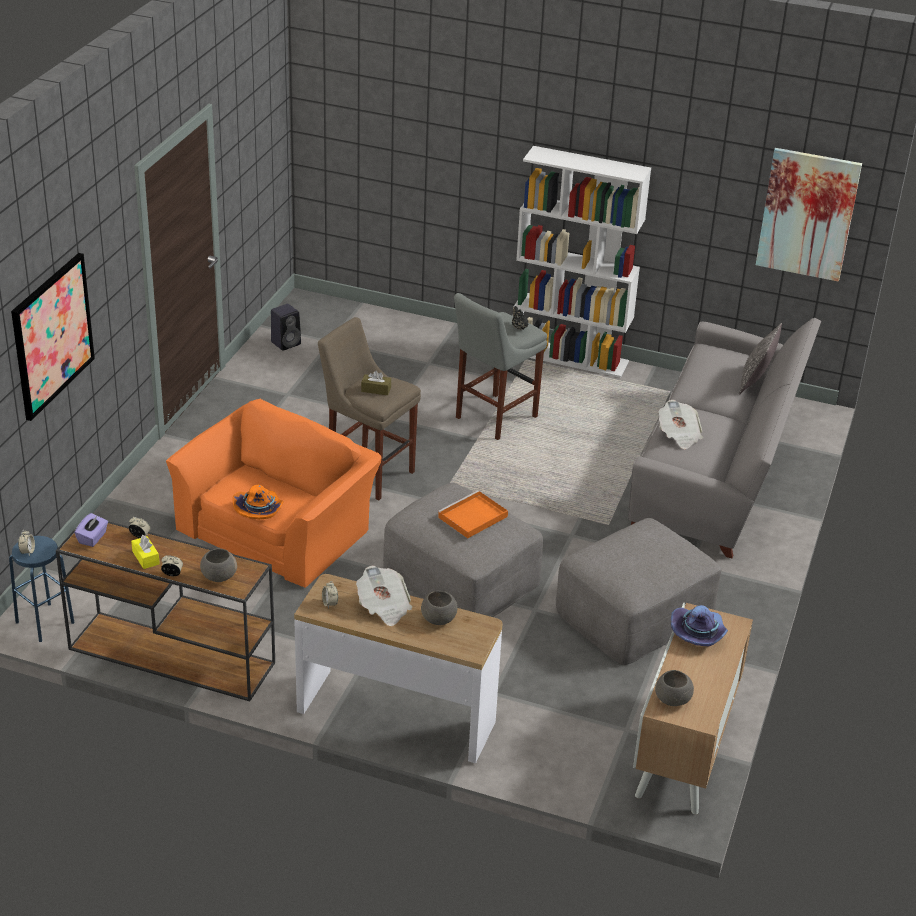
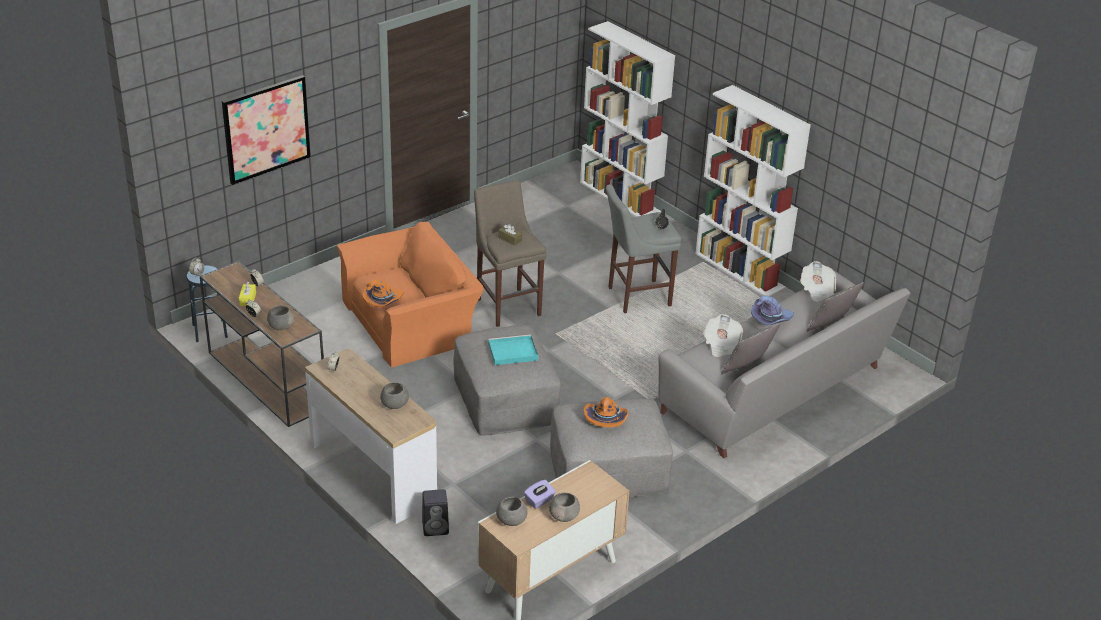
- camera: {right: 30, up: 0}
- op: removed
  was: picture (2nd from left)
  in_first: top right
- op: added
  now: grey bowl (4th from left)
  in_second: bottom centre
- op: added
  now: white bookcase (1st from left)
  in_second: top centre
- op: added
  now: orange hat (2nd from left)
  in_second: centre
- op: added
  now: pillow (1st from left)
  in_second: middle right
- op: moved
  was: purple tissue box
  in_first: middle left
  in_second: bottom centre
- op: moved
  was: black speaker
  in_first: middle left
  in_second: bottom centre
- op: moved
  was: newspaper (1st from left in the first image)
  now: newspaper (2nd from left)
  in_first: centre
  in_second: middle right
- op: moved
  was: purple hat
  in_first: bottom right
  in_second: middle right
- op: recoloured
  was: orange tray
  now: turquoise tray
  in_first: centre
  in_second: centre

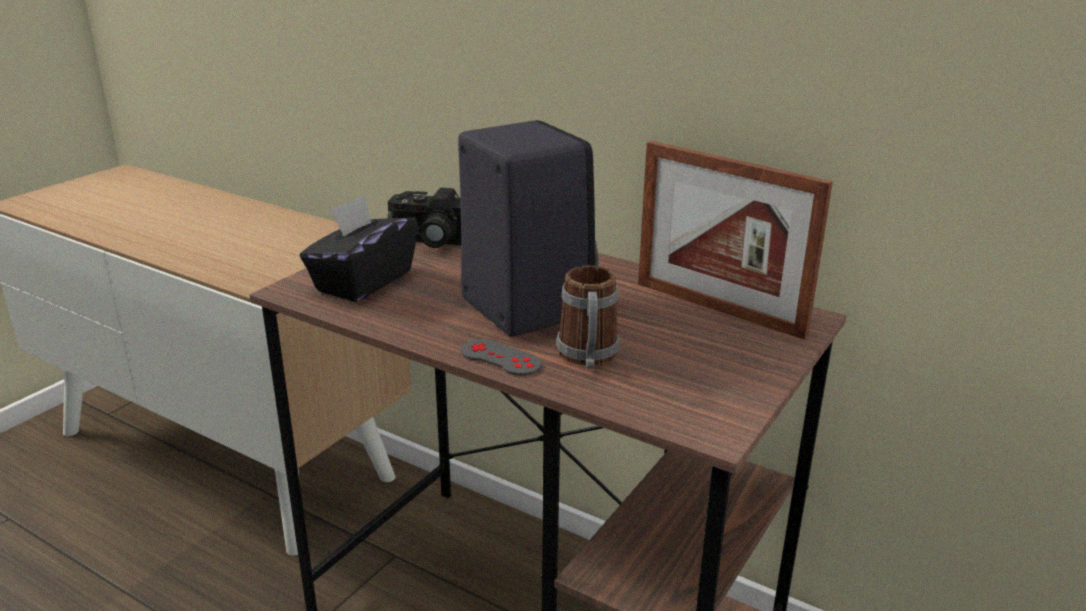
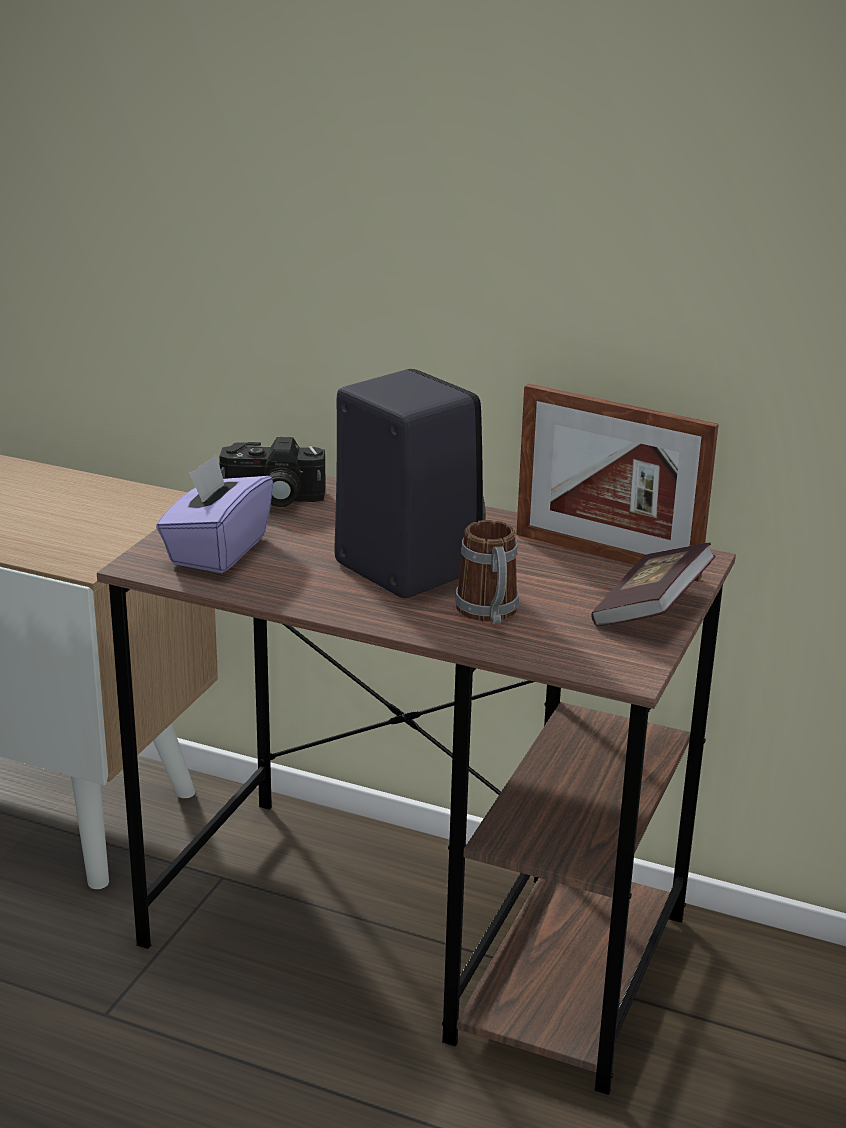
- camera: {right: -10, up: 0}
- op: removed
  was: grey game controller
  in_first: centre
- op: added
  now: book
  in_second: middle right
- op: recoloured
  was: black tissue box
  now: purple tissue box
  in_first: middle left
  in_second: middle left

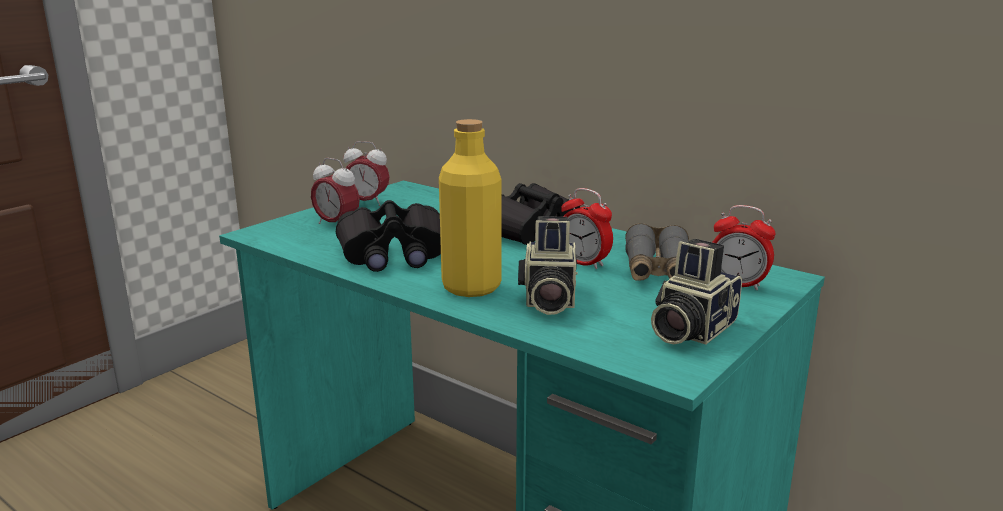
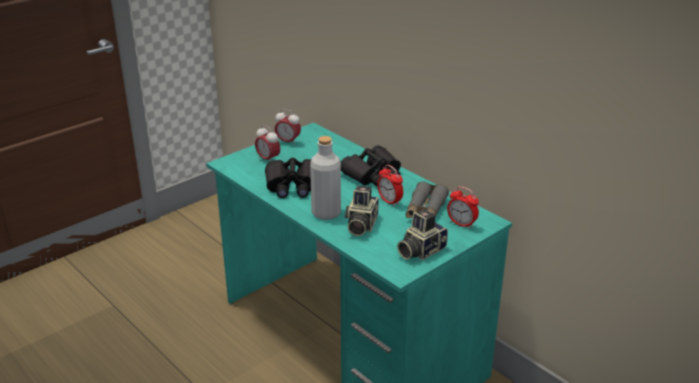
- camera: {right: 10, up: 10}
- op: recoloured
  was: yellow bottle
  now: grey bottle
  in_first: centre
  in_second: centre

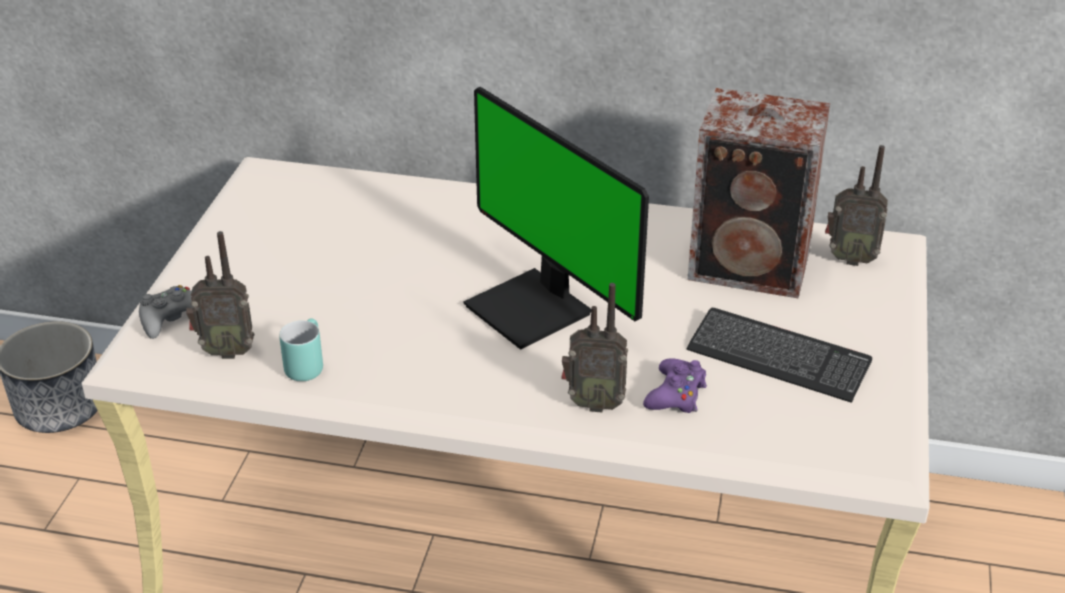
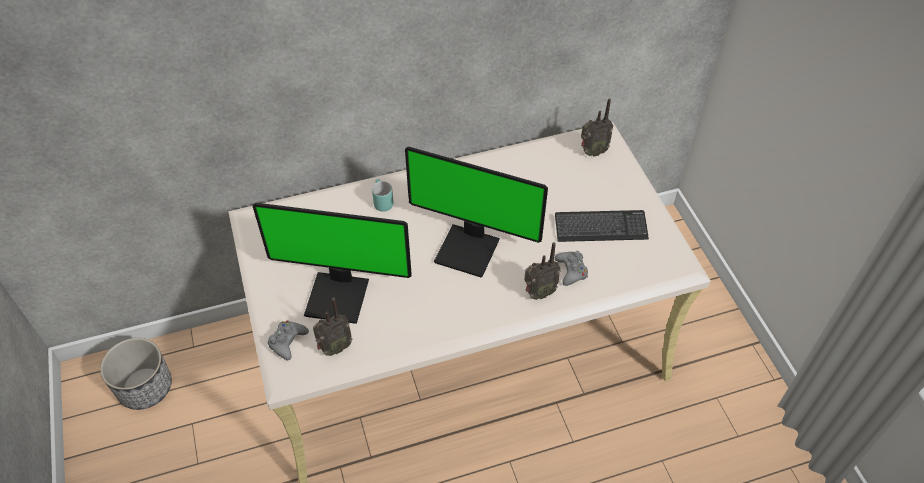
- camera: {right: -30, up: 15}
- op: removed
  was: speaker
  in_first: top right
- op: added
  now: monitor (1st from left)
  in_second: centre
- op: moved
  was: turquoise mug
  in_first: middle left
  in_second: centre
- op: recoloured
  was: purple game controller
  now: grey game controller (2nd from left)
  in_first: centre
  in_second: centre

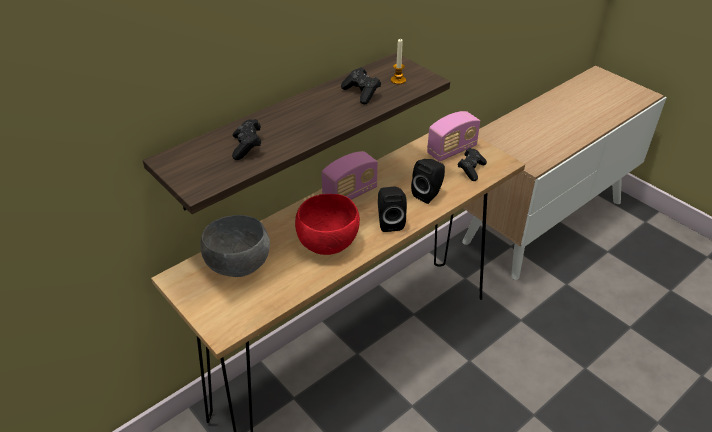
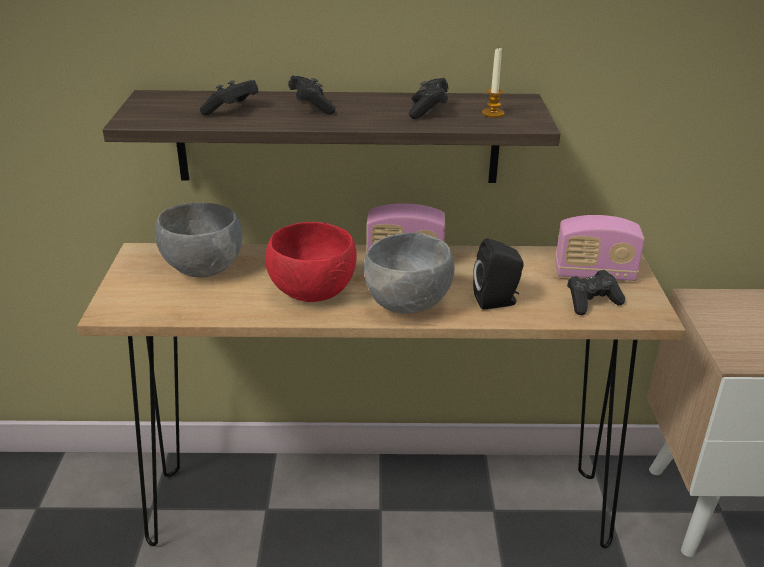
- camera: {right: 40, up: -10}
- op: added
  now: black game controller (2nd from left)
  in_second: top centre
- op: replaced
  was: black speaker (1st from left)
  now: grey bowl (2nd from left)
  in_first: centre
  in_second: centre

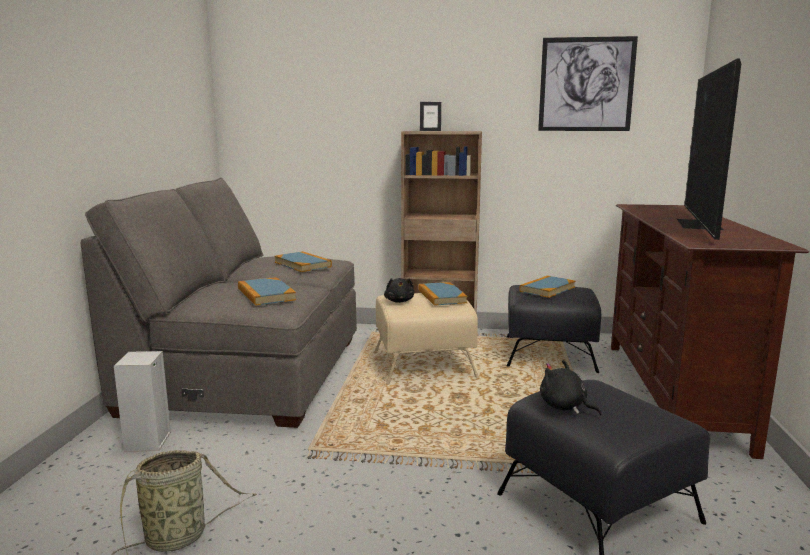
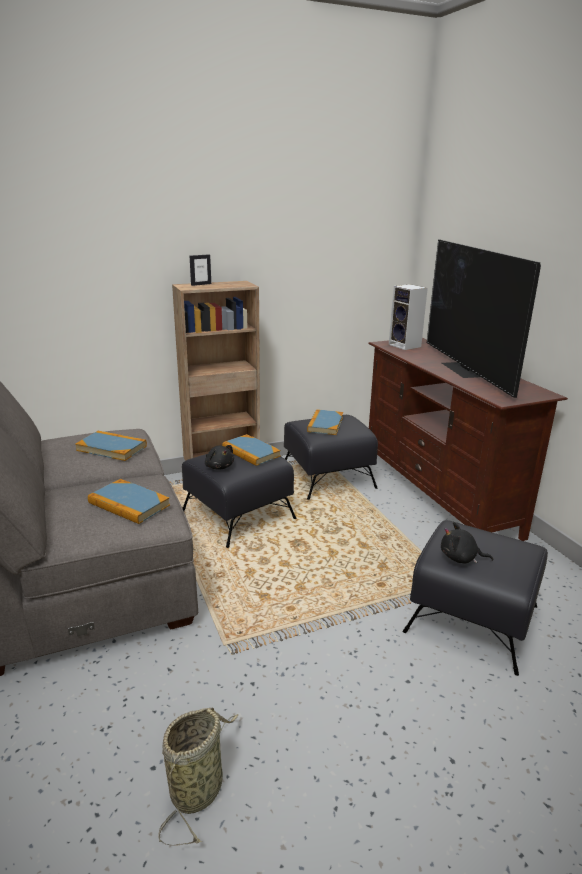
- camera: {right: -30, up: 10}
- op: removed
  was: picture
  in_first: top right
- op: moved
  was: speaker
  in_first: bottom left
  in_second: middle right
- op: recoloured
  was: beige ottoman
  now: black ottoman (1st from left)
  in_first: centre
  in_second: centre

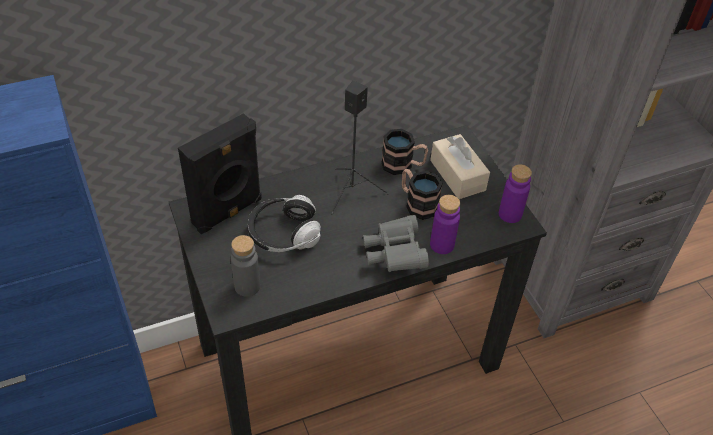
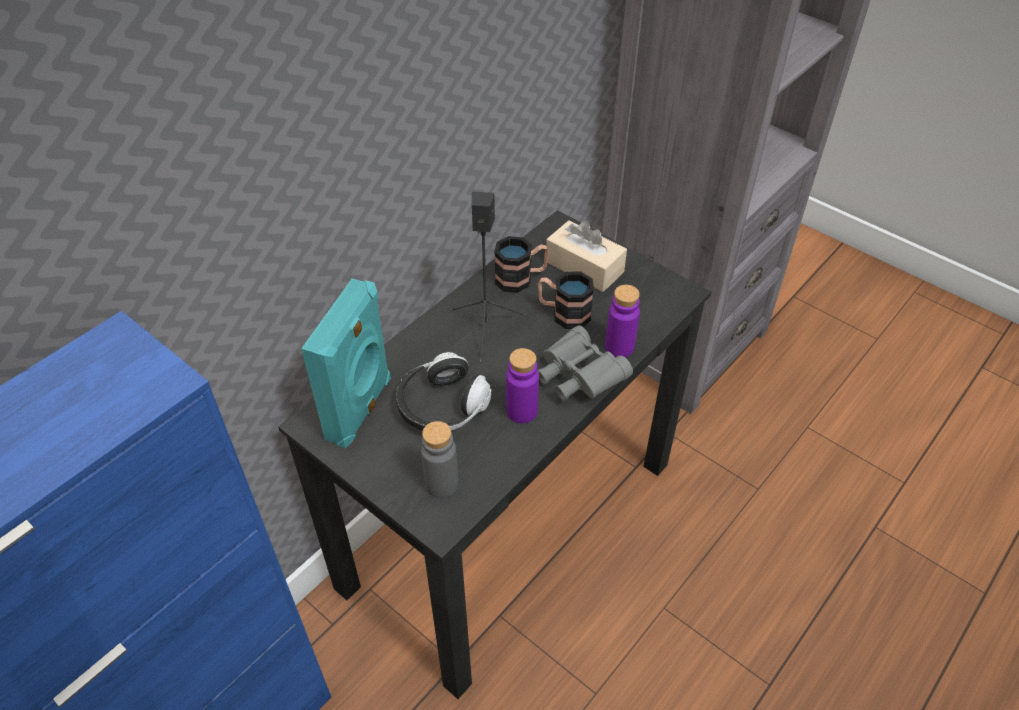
- camera: {right: -25, up: 0}
- op: moved
  was: purple bottle (2nd from left in the first image)
  now: purple bottle (1st from left)
  in_first: middle right
  in_second: centre
- op: recoloured
  was: black speaker (1st from left)
  now: turquoise speaker
  in_first: middle left
  in_second: centre

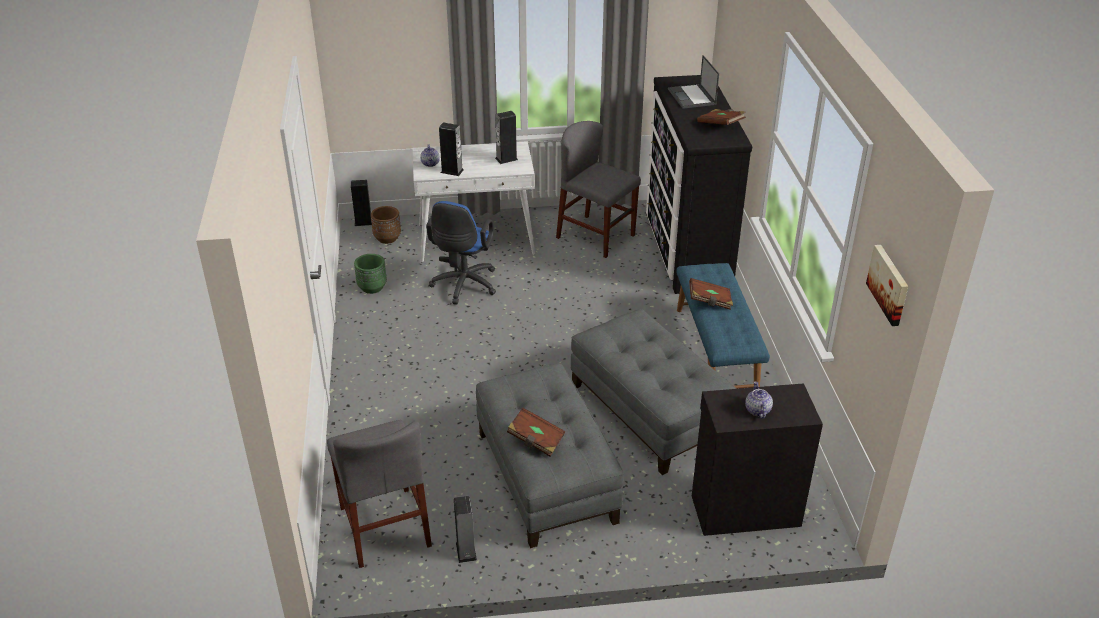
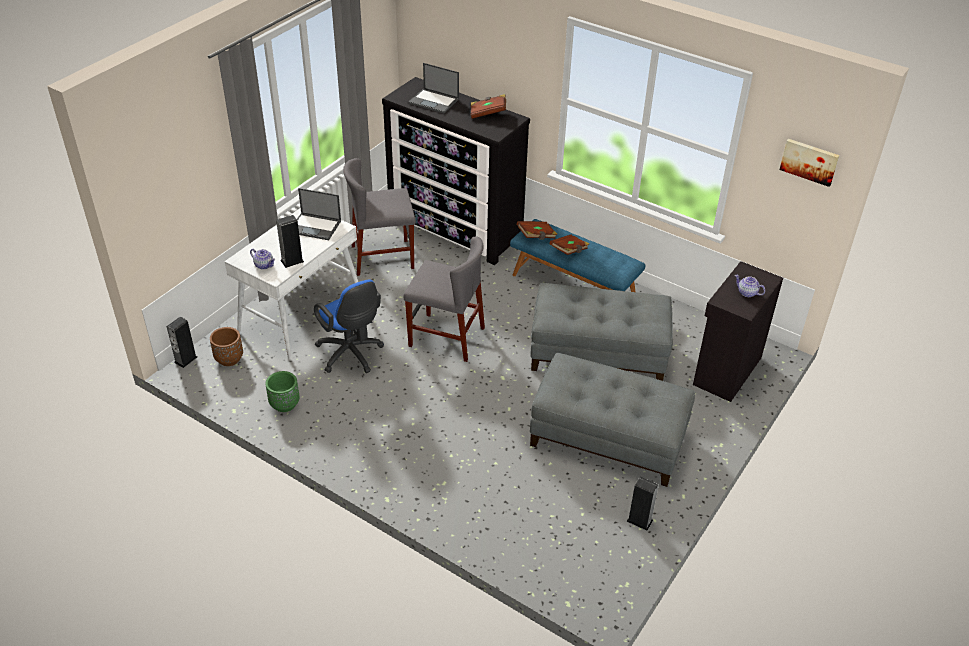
- camera: {right: -50, up: 5}
- op: moved
  was: grey chair (1st from left in the first image)
  now: grey chair (2nd from left)
  in_first: bottom centre
  in_second: centre
- op: moved
  was: brown book (1st from left in the first image)
  now: brown book (2nd from left)
  in_first: bottom centre
  in_second: centre
- op: replaced
  was: speaker (4th from left)
  now: laptop (1st from left)
  in_first: top centre
  in_second: top left

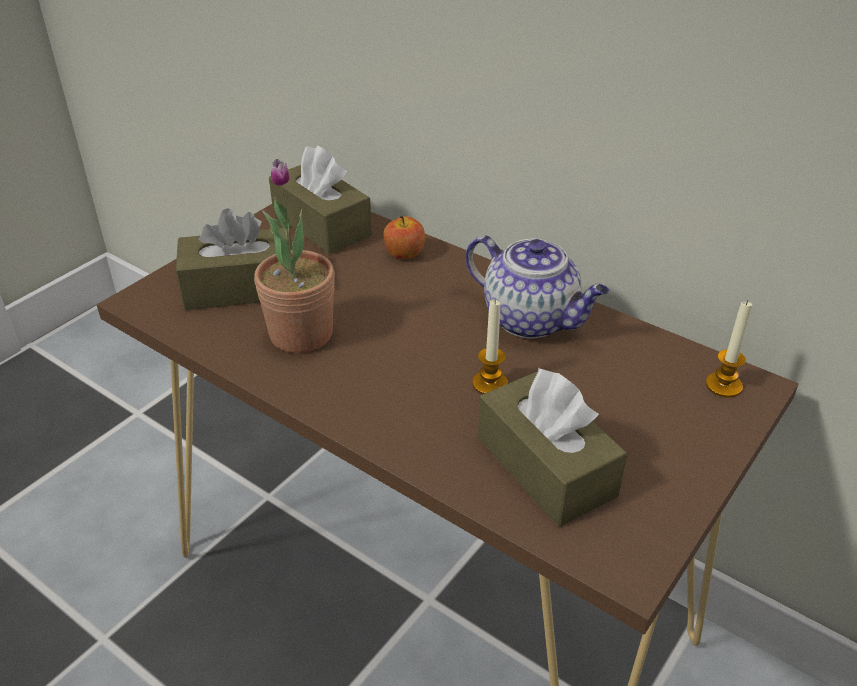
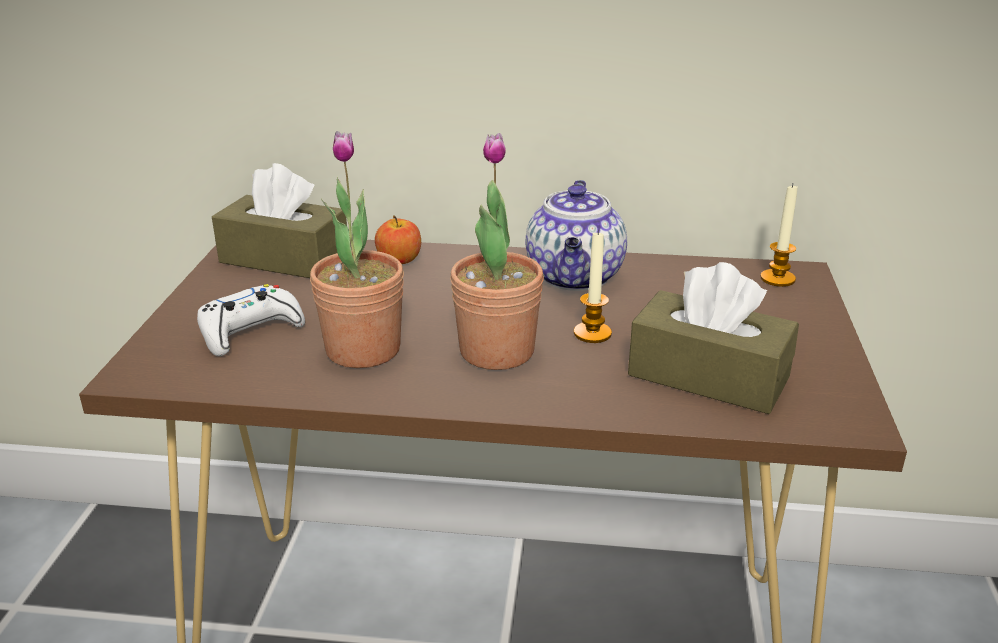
- camera: {right: -30, up: -10}
- op: added
  now: potted plant (2nd from left)
  in_second: centre
- op: replaced
  was: brown tissue box (1st from left)
  now: white game controller
  in_first: middle left
  in_second: middle left
- op: turned
  was: teapot
  in_first: centre
  in_second: centre
  clockwise: 90

